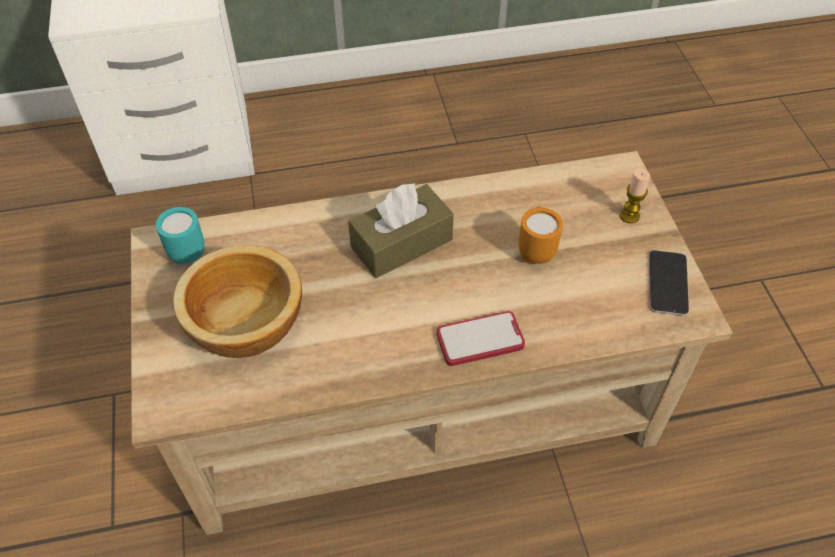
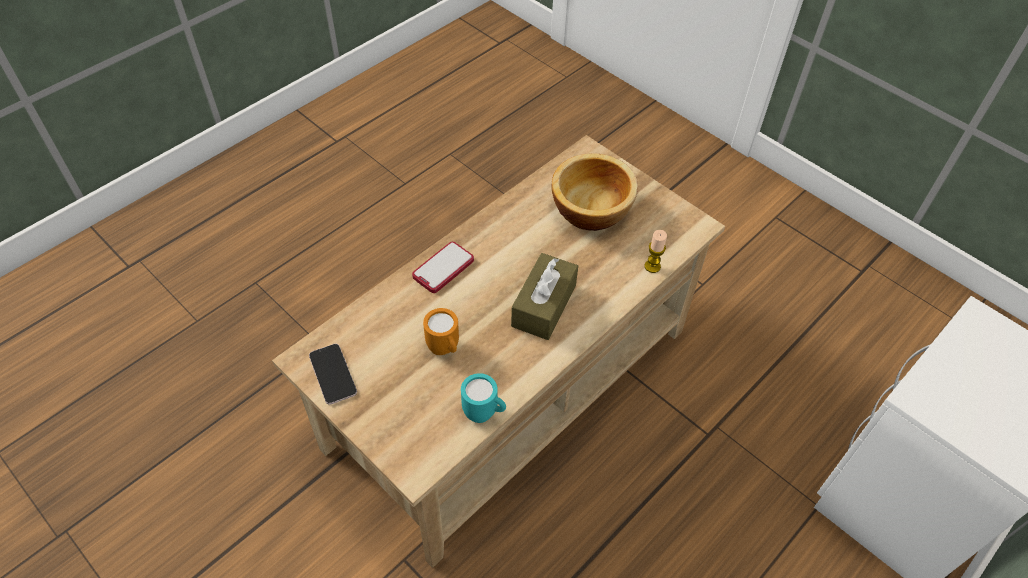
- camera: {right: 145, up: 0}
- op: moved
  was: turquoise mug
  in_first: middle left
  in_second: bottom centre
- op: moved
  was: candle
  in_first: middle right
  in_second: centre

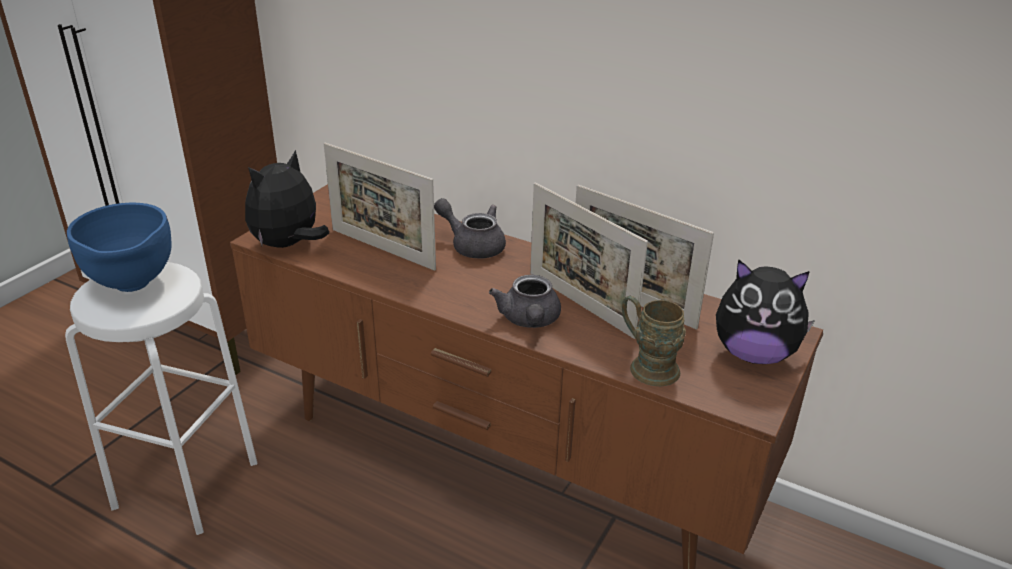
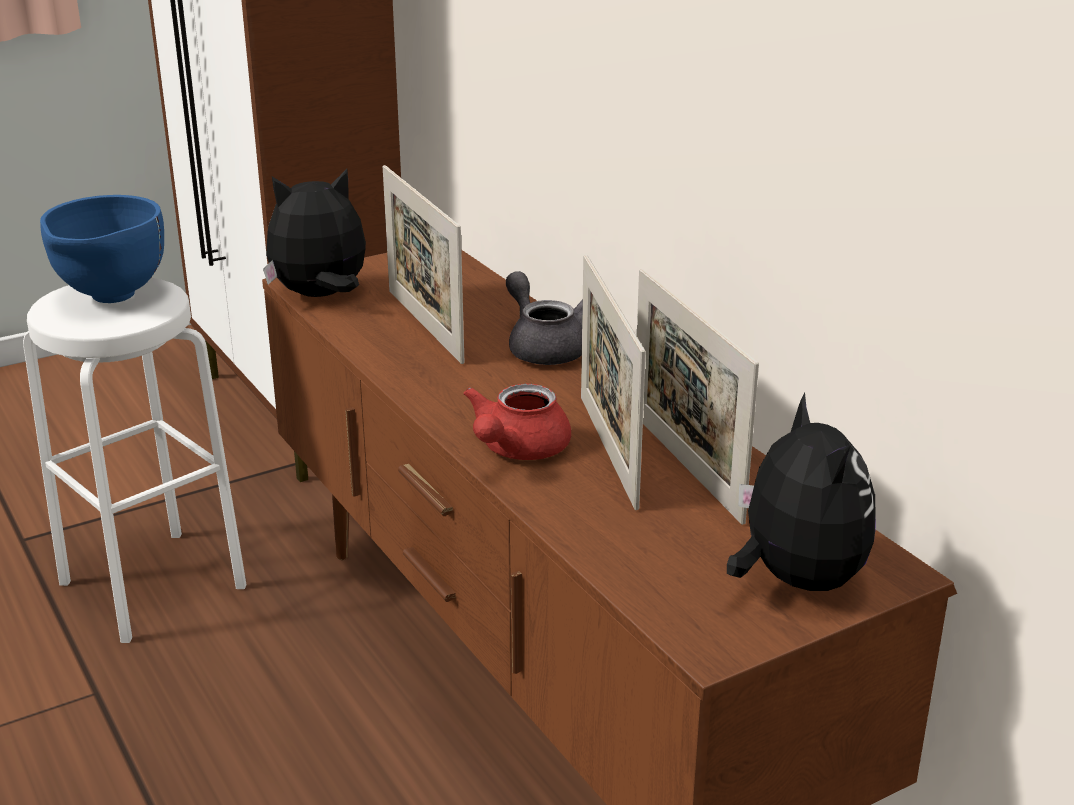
- camera: {right: 30, up: -5}
- op: removed
  was: brown mug
  in_first: centre
- op: recoloured
  was: grey teapot (2nd from left)
  now: red teapot
  in_first: centre
  in_second: centre
- op: turned
  was: plush toy (2nd from left)
  in_first: middle right
  in_second: middle right
  clockwise: -150

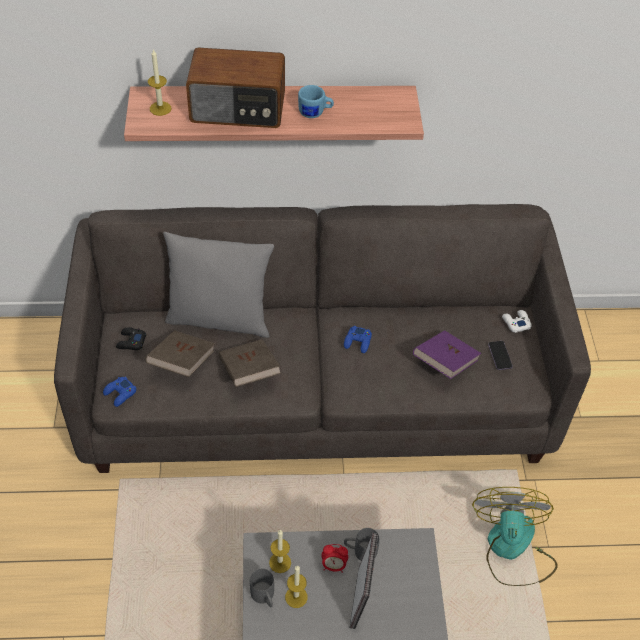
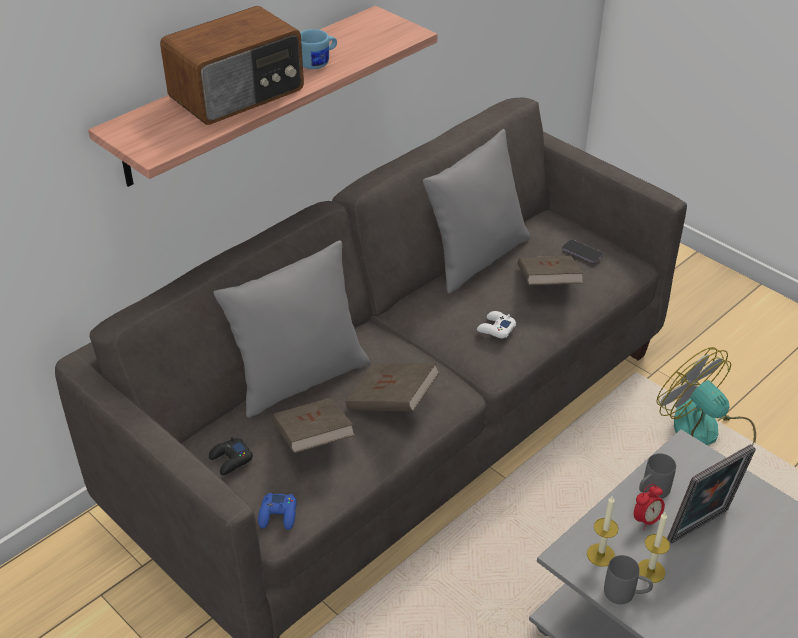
- camera: {right: -40, up: -10}
- op: removed
  was: candle (1st from left)
  in_first: top left
- op: removed
  was: blue game controller (2nd from left)
  in_first: centre
- op: added
  now: grey pillow (2nd from left)
  in_second: top centre
- op: moved
  was: white game controller
  in_first: middle right
  in_second: centre
- op: recoloured
  was: purple book
  now: brown book (3rd from left)
  in_first: middle right
  in_second: middle right
- op: turned
  was: picture frame
  in_first: bottom centre
  in_second: bottom right
  clockwise: 90

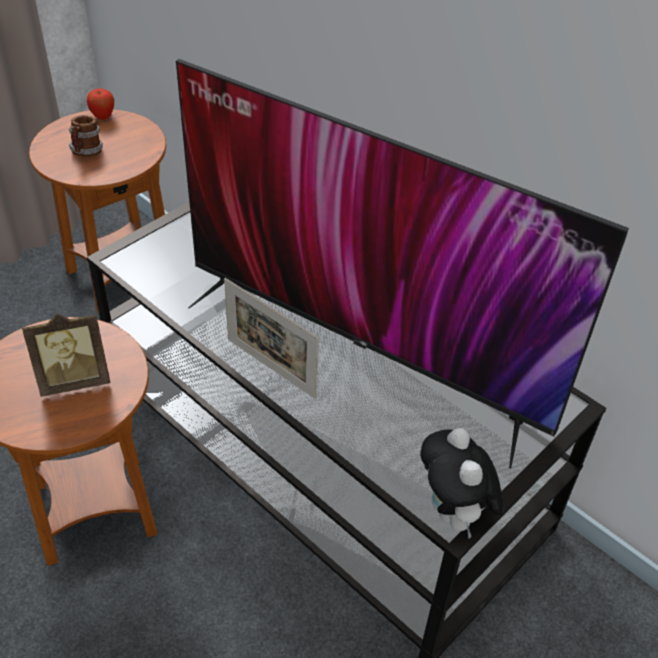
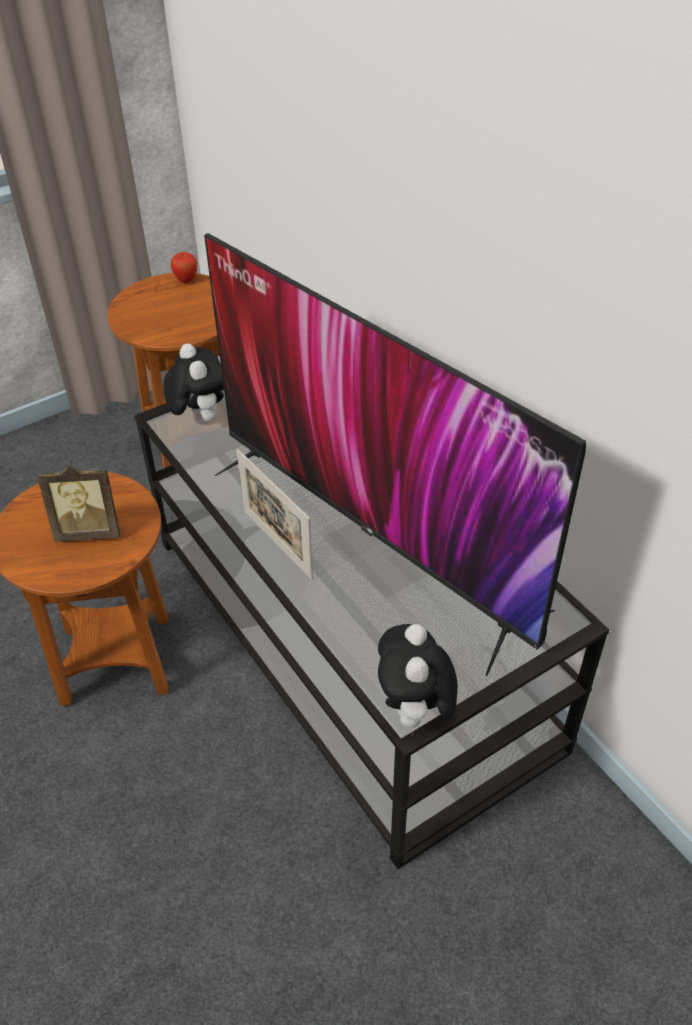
- camera: {right: 15, up: 0}
- op: removed
  was: mug
  in_first: top left
- op: added
  now: plush toy (1st from left)
  in_second: middle left

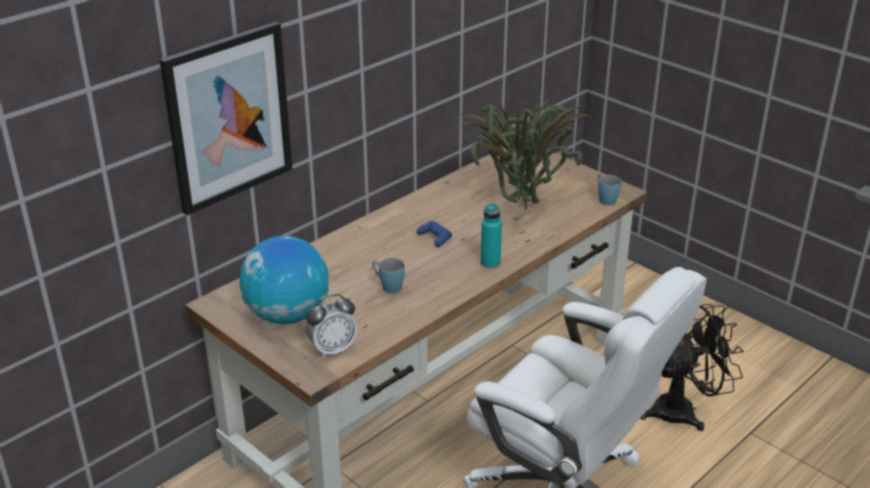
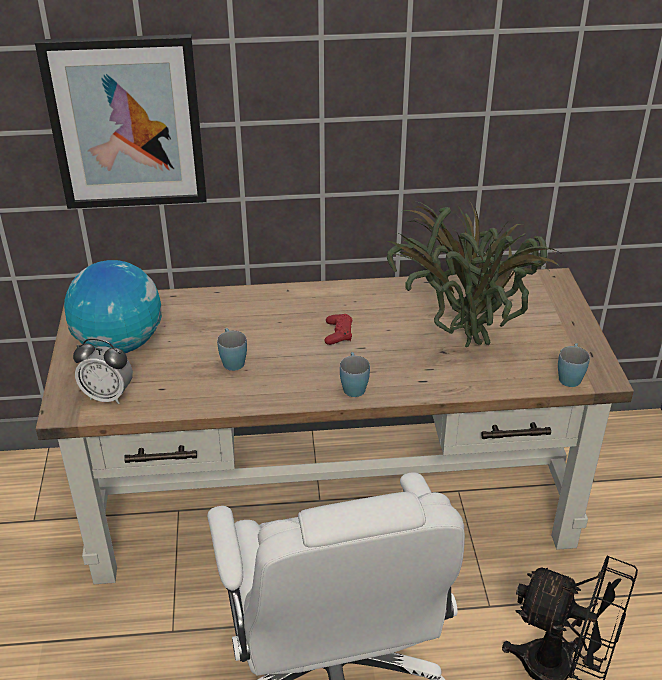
- camera: {right: 40, up: 5}
- op: replaced
  was: turquoise bottle
  now: blue mug (2nd from left)
  in_first: centre
  in_second: centre
- op: recoloured
  was: blue game controller
  now: red game controller
  in_first: centre
  in_second: centre

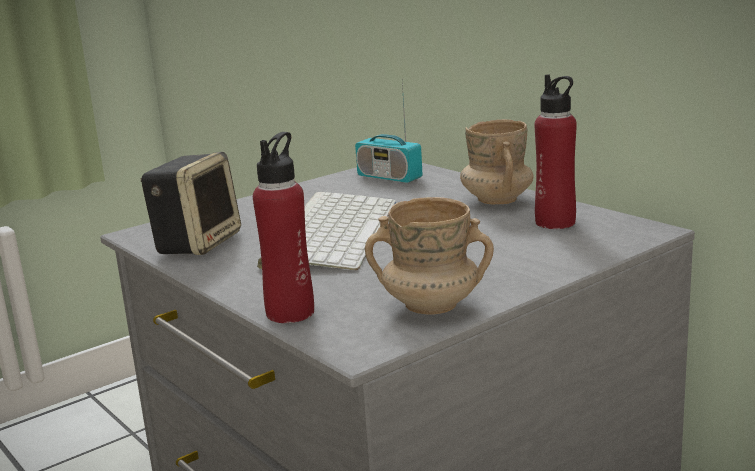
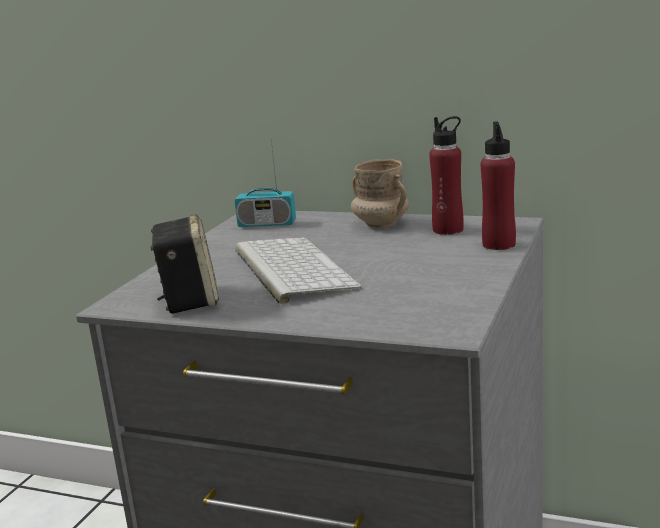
- camera: {right: -30, up: 0}
- op: removed
  was: beige mug (1st from left)
  in_first: centre
- op: moved
  was: red bottle (1st from left in the first image)
  now: red bottle (2nd from left)
  in_first: centre
  in_second: middle right

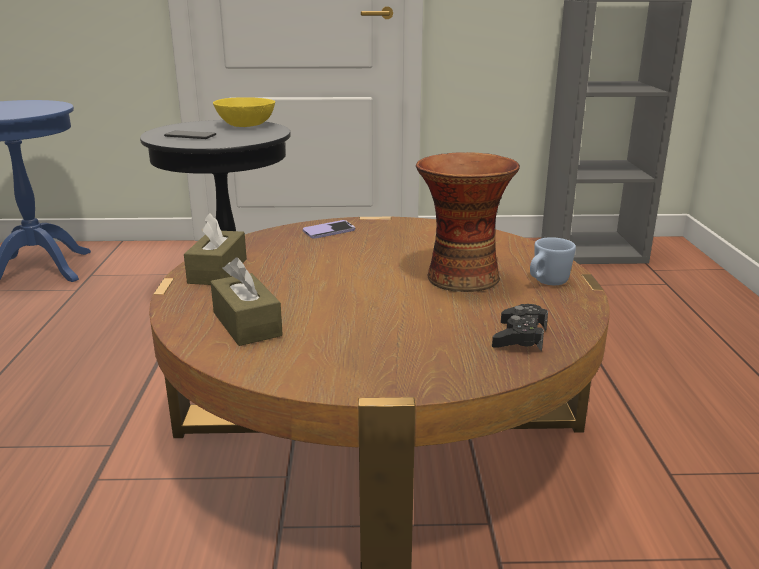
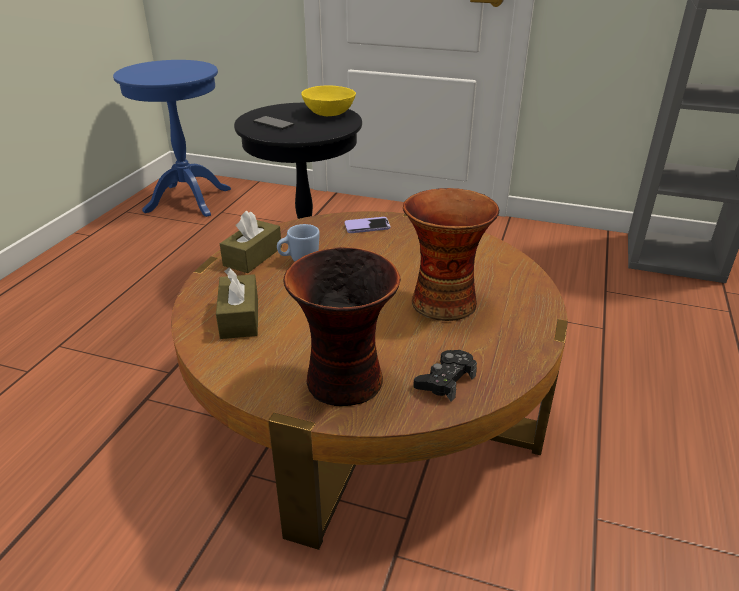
- camera: {right: 20, up: 10}
- op: added
  now: vase (1st from left)
  in_second: centre
- op: moved
  was: blue mug
  in_first: middle right
  in_second: centre

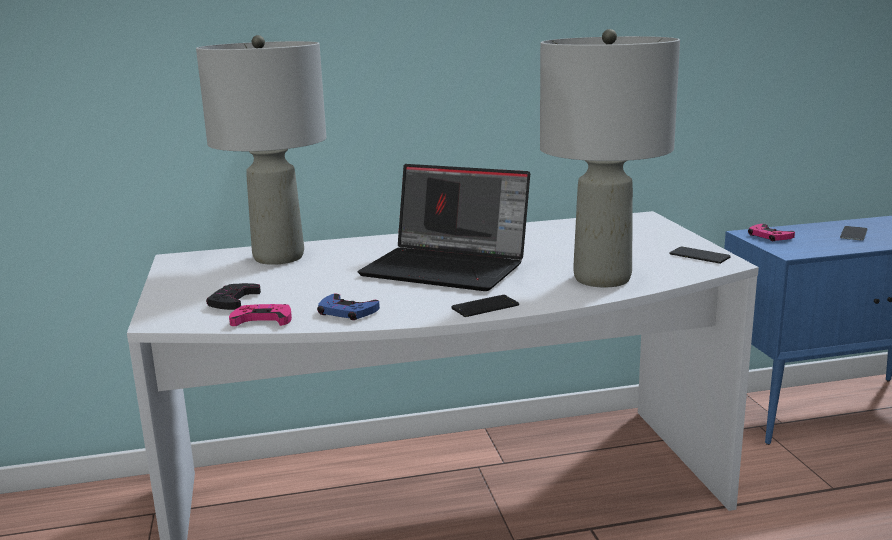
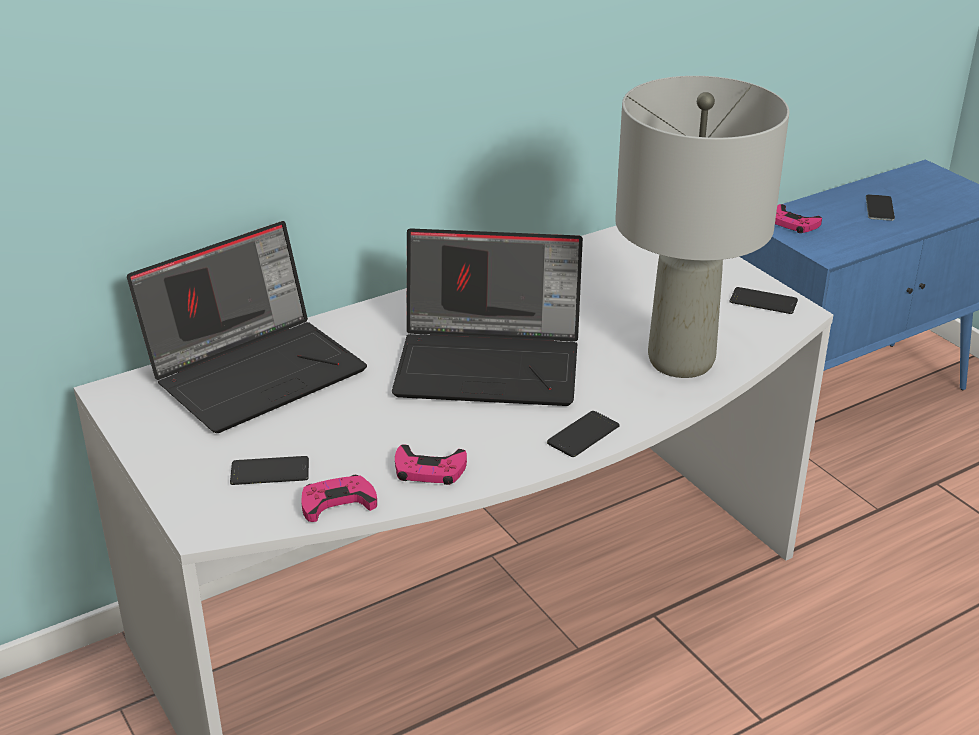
- camera: {right: -20, up: 15}
- op: replaced
  was: grey table lamp (1st from left)
  now: laptop (1st from left)
  in_first: top left
  in_second: middle left
- op: replaced
  was: black game controller
  now: phone (1st from left)
  in_first: middle left
  in_second: middle left
- op: recoloured
  was: blue game controller
  now: pink game controller (2nd from left)
  in_first: centre
  in_second: centre

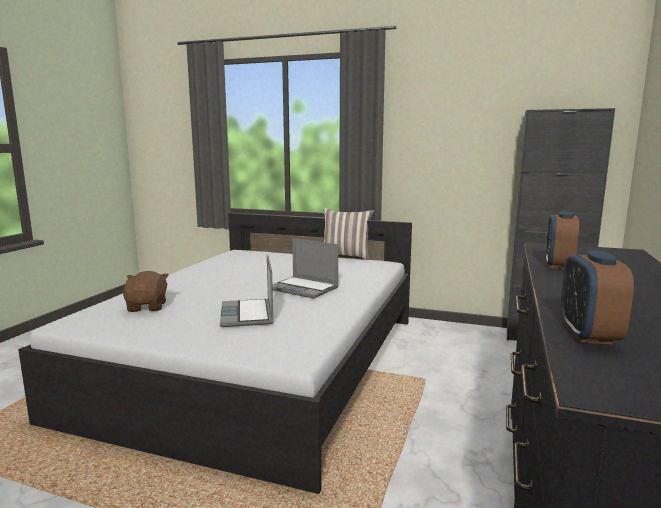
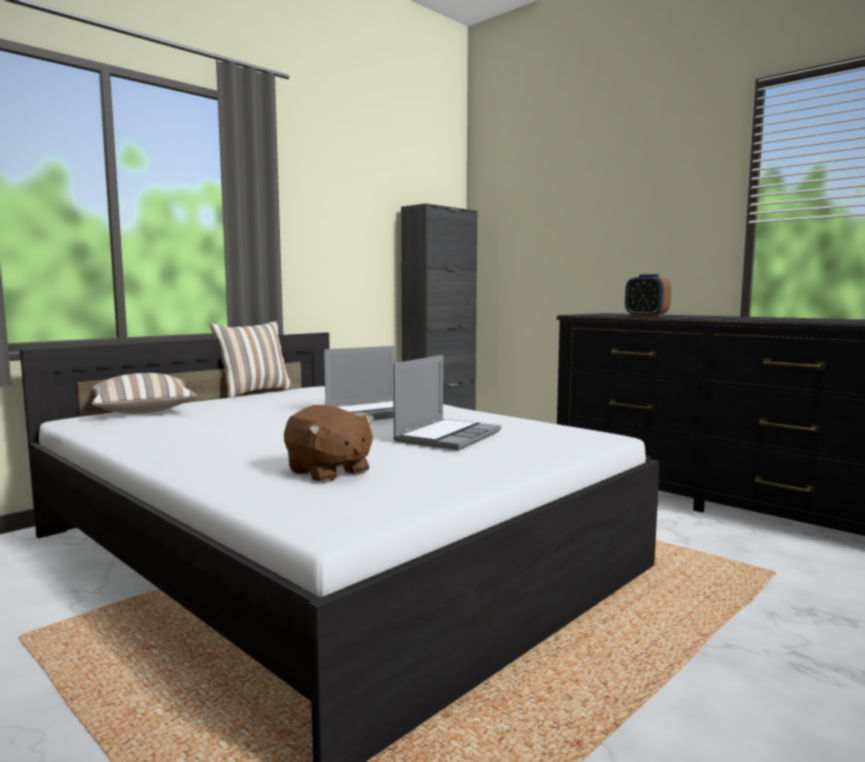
- camera: {right: -65, up: -5}
- op: removed
  was: alarm clock (2nd from left)
  in_first: middle right
- op: added
  now: pillow (1st from left)
  in_second: middle left
- op: turned
  was: brown plush toy
  in_first: middle left
  in_second: centre
  clockwise: -150
- op: turned
  was: laptop (1st from left in the first image)
  in_first: centre
  in_second: centre
  clockwise: -75

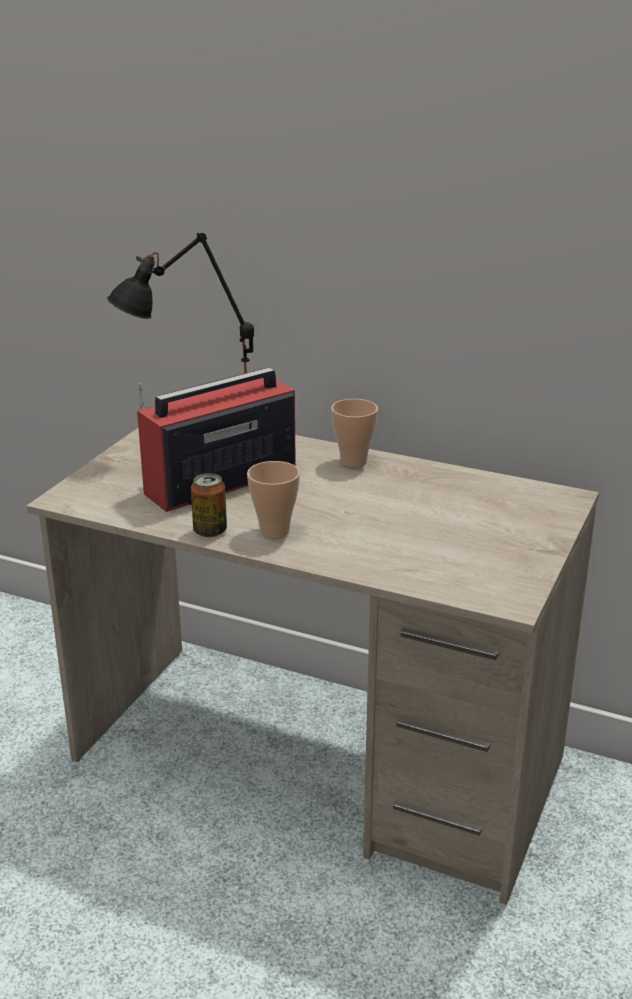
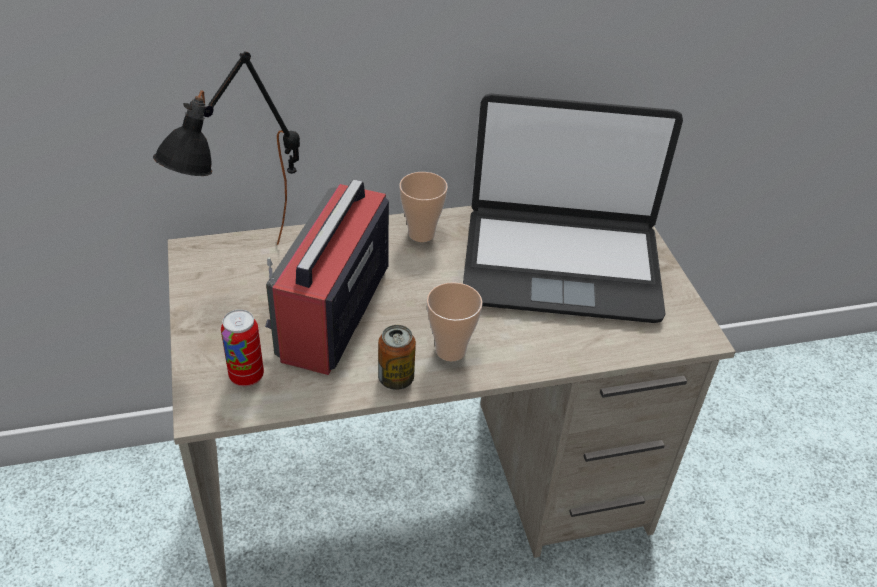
- camera: {right: -40, up: 15}
- op: added
  now: can (1st from left)
  in_second: middle left
- op: added
  now: laptop
  in_second: centre

